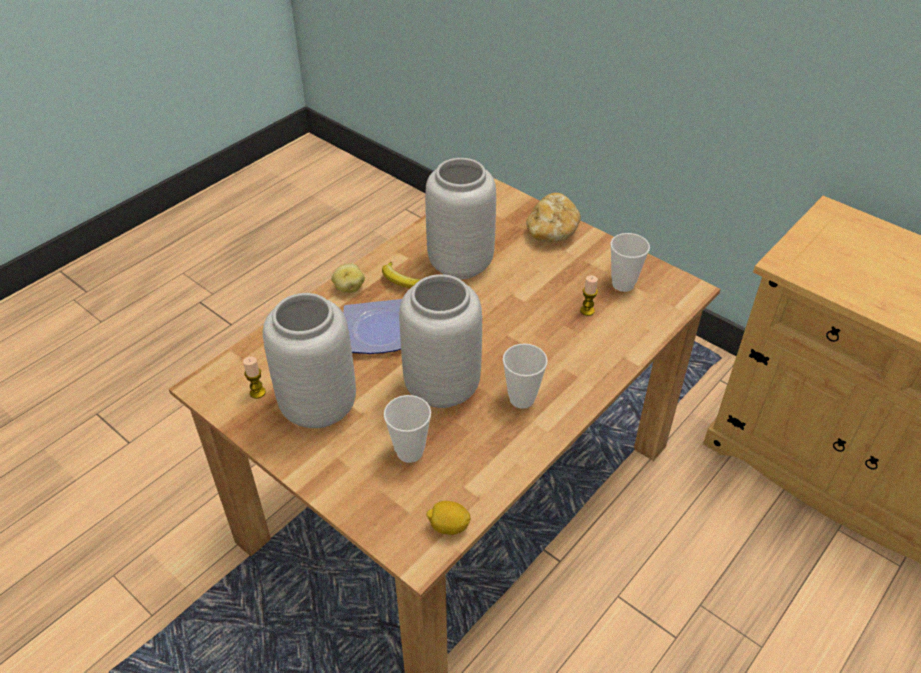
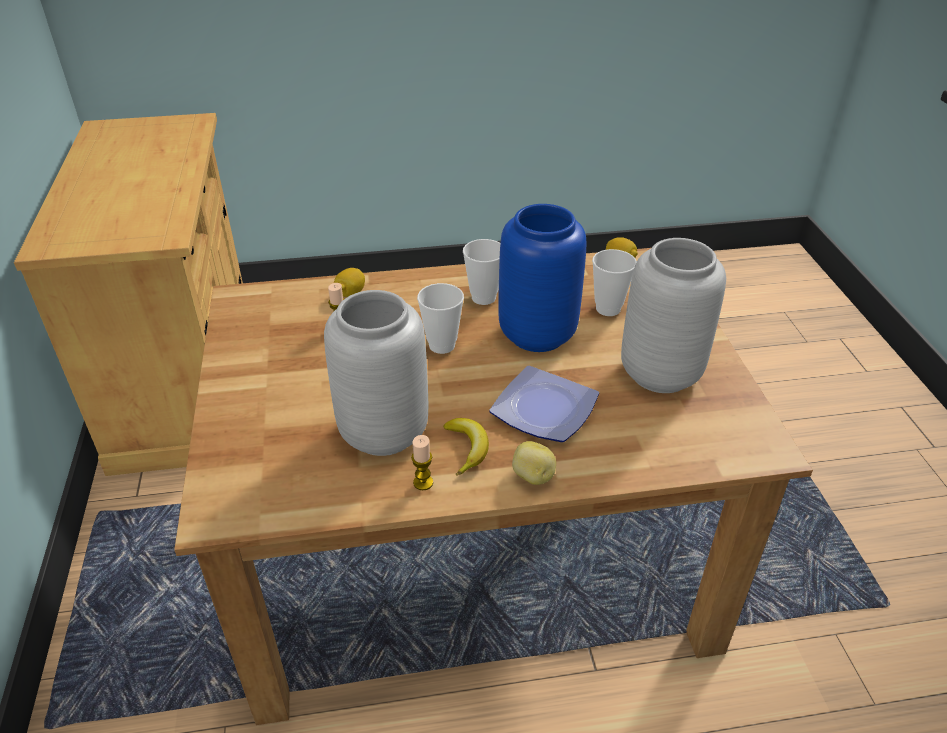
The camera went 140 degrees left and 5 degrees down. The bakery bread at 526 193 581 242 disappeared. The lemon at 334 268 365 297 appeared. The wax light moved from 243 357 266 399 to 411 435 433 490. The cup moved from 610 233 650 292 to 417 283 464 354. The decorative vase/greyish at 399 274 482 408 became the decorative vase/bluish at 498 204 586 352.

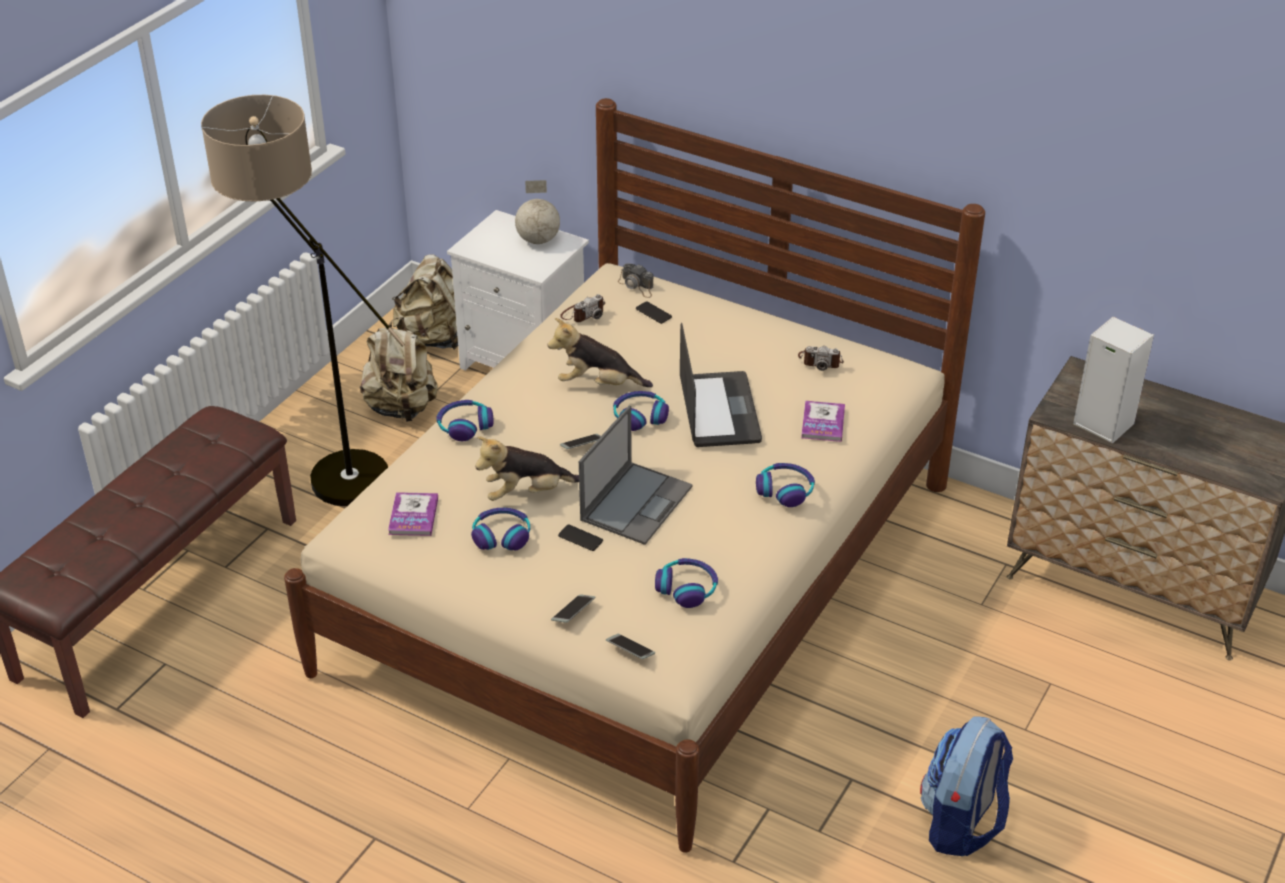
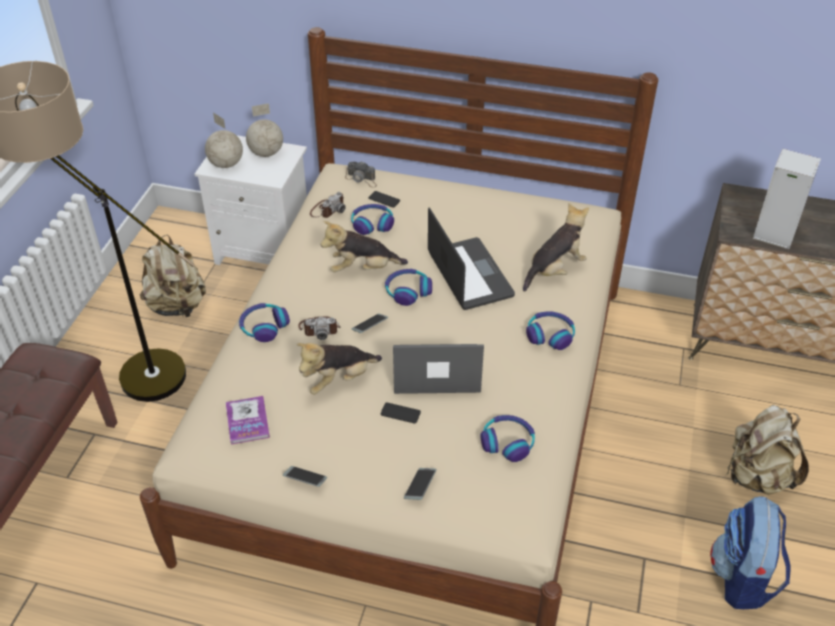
The camera went 15 degrees left and 5 degrees up. The desk globe at 205 113 243 168 appeared. The backpack/beige moved from 392 254 458 350 to 726 405 809 495. The headset moved from 471 508 530 550 to 351 204 394 235. The phone moved from 606 634 655 659 to 283 466 327 487. The still camera moved from 798 346 844 371 to 298 316 341 340. The volume at 801 401 845 442 was replaced by the plush toy at 523 203 589 292. The laptop at 579 406 693 545 turned 105 degrees counterclockwise.

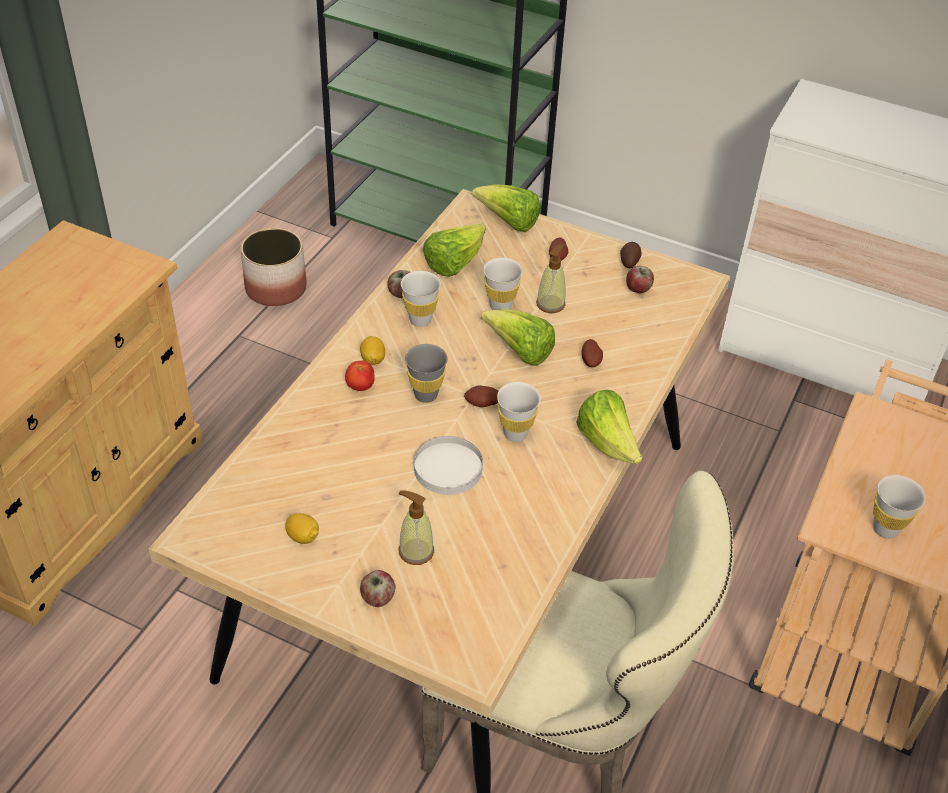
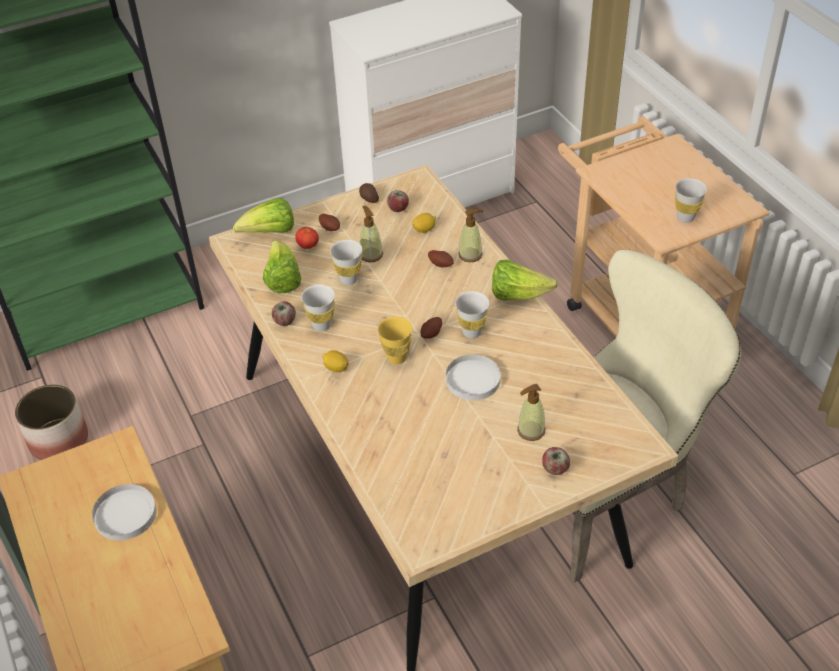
The camera went 50 degrees left and 0 degrees up. The lettuce at 481 309 555 366 disappeared. The dinner plate/whitish at 92 484 157 540 appeared. The soap bottle at 458 209 483 262 appeared. The lemon moved from 285 513 319 544 to 412 213 436 233. The whole tomato moved from 345 361 375 391 to 295 227 319 249. The cup/greyish at 405 344 448 403 became the cup/yellow-coloured at 378 316 412 364.

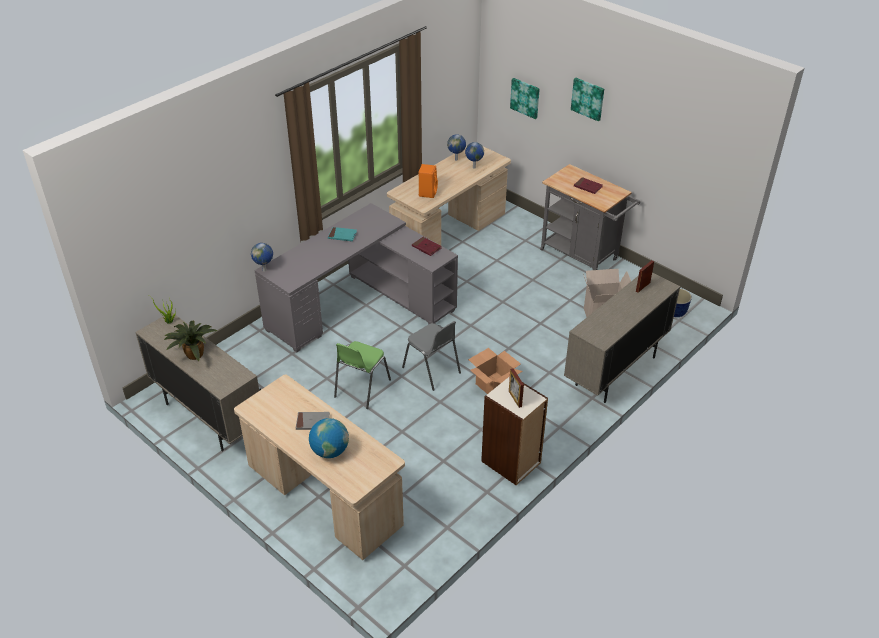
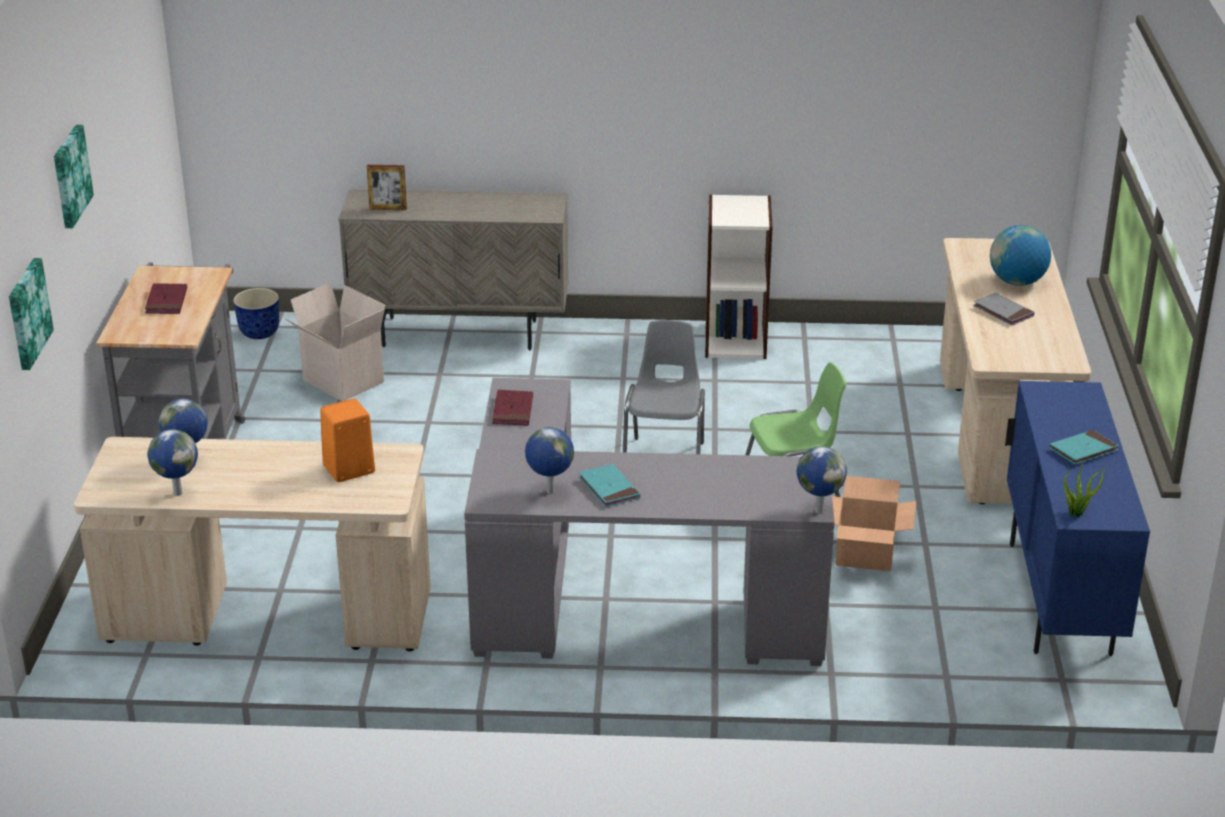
The camera went 130 degrees left and 10 degrees down. The photo frame at 509 368 524 408 disappeared. The desk globe at 525 427 574 494 appeared. The carton moved from 468 348 523 394 to 832 476 916 571. The houseplant at 164 321 217 361 was replaced by the volume/turquoise-coloured at 1049 430 1119 465. The storage cabinet/beige at 135 312 261 451 became the storage cabinet/bluish at 1005 381 1150 656.

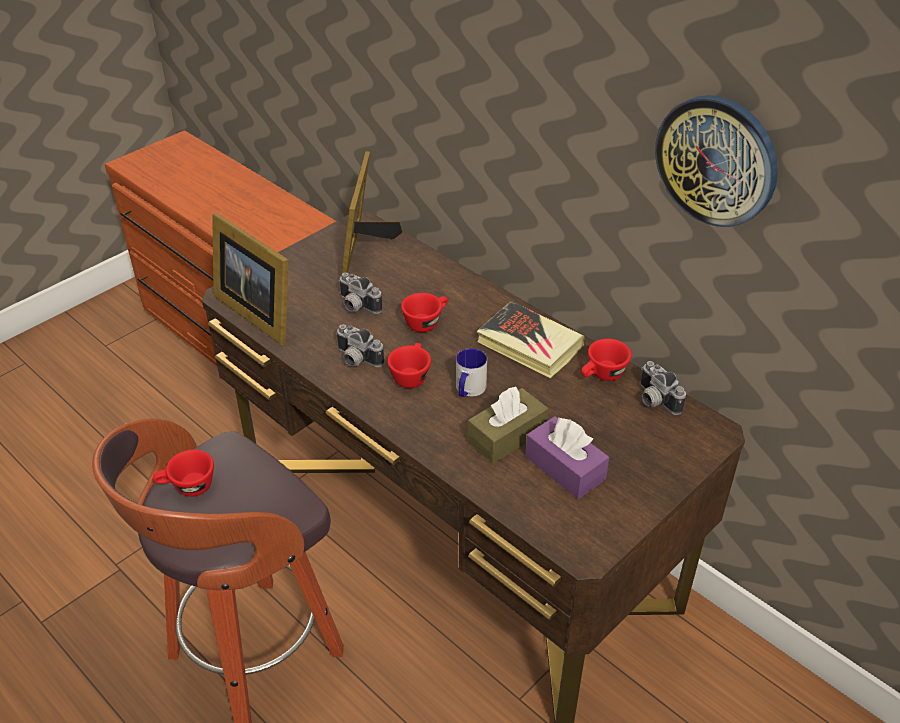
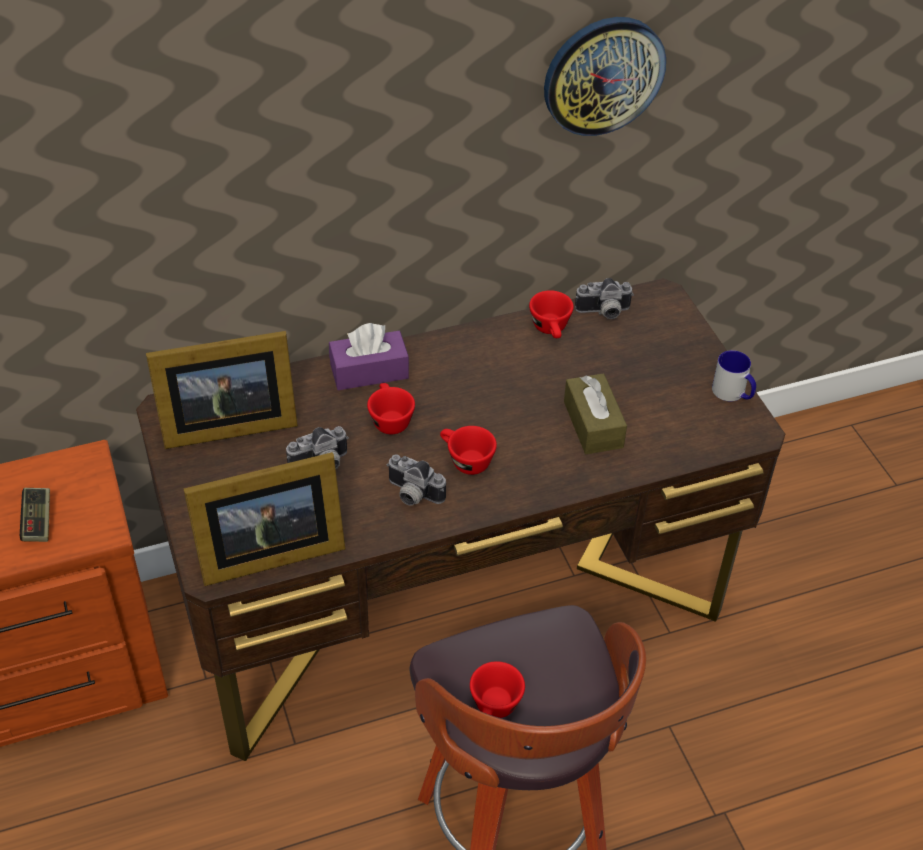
The camera went 65 degrees left and 5 degrees up. The volume at 477 301 584 378 disappeared. The joypad at 20 488 50 542 appeared. The mug moved from 456 348 487 397 to 712 350 756 401. The tissue box/purple-coloured moved from 525 416 609 499 to 329 323 409 390. The still camera at 335 324 384 367 turned 60 degrees clockwise. The photo frame at 341 151 402 276 turned 45 degrees counterclockwise.

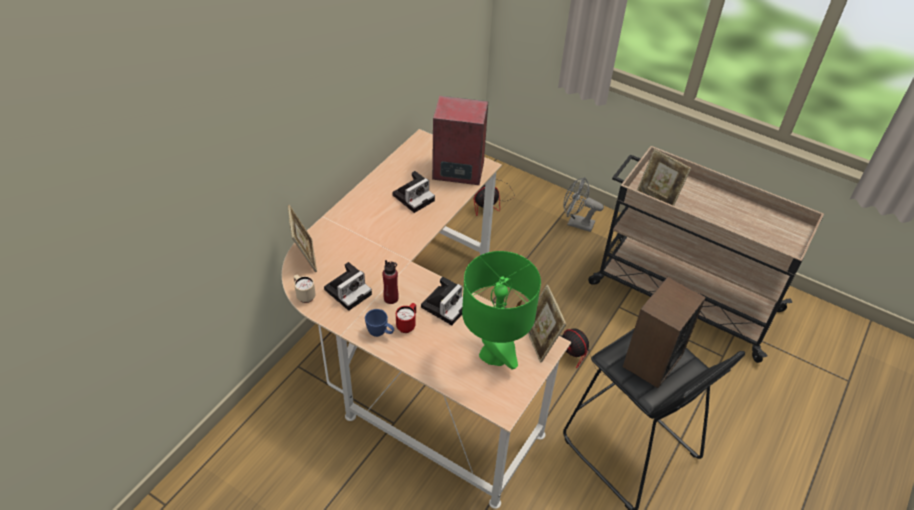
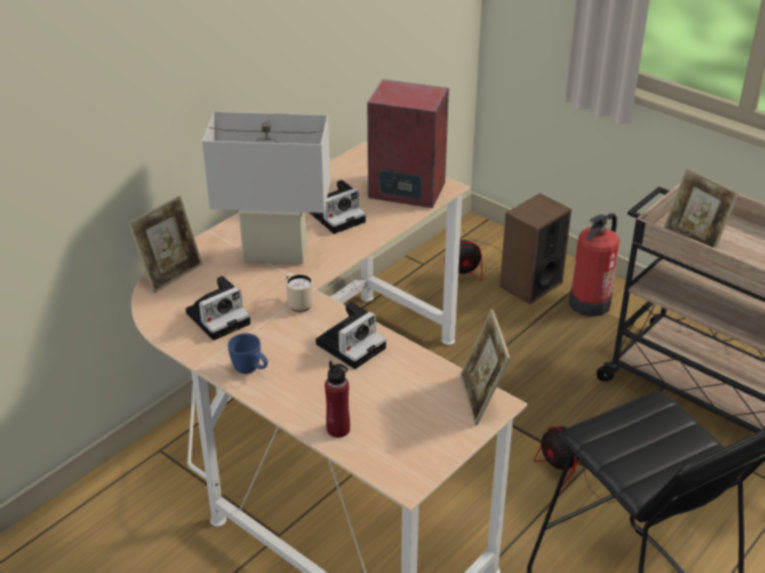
The camera went 10 degrees right and 10 degrees down. The mug/red-coloured at 396 303 416 333 disappeared. The table lamp/greenish at 462 251 541 370 disappeared. The table lamp/whitish at 202 111 330 264 appeared. The mug/beige moved from 294 275 316 303 to 286 272 314 312. The drink bottle/red-coloured moved from 382 260 399 304 to 325 361 350 438. The loudspeaker moved from 623 277 706 388 to 500 193 572 304. The cooling fan/greyish at 563 177 604 232 was replaced by the fire-fighting cylinder at 569 213 620 317. The photo frame at 288 205 317 272 turned 45 degrees clockwise.

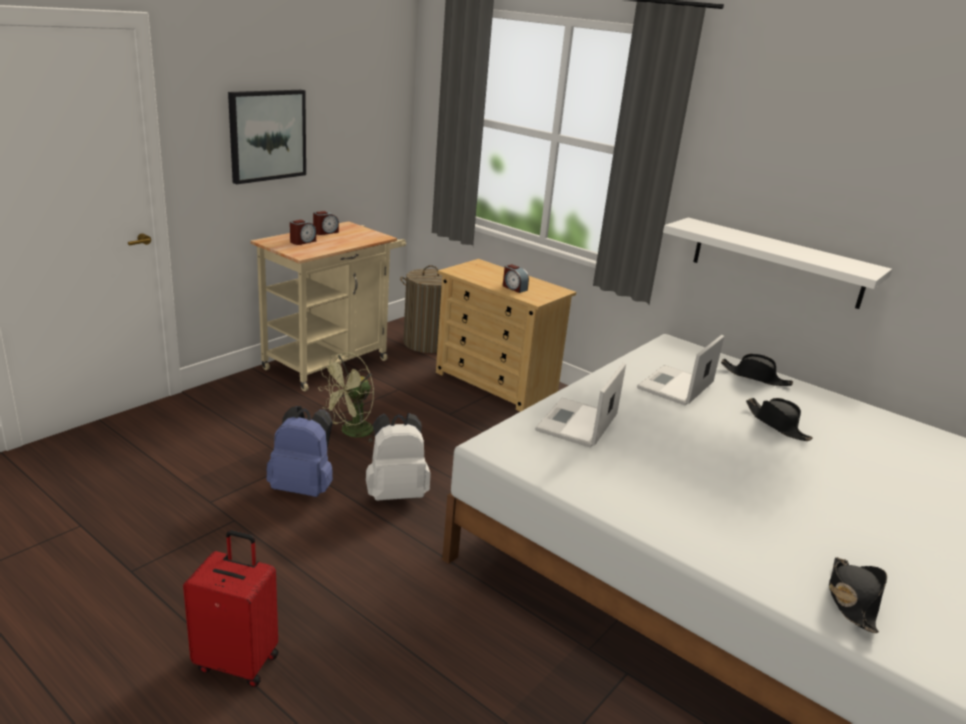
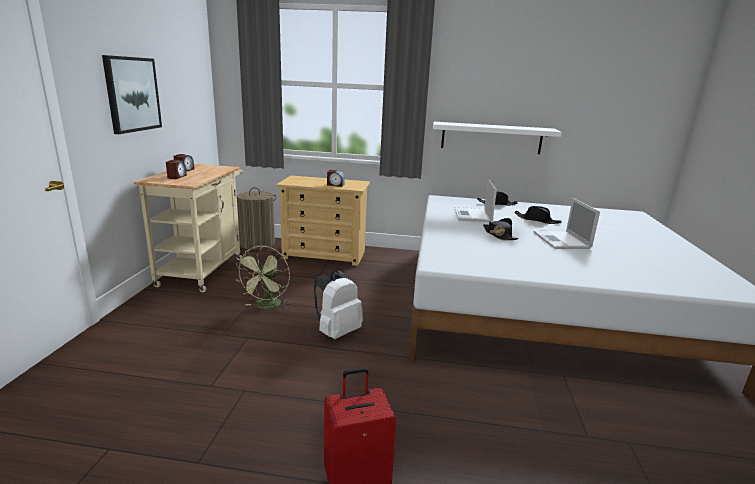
The camera went 30 degrees left and 5 degrees down. The backpack/bluish at 266 406 333 497 disappeared. The laptop moved from 535 362 626 448 to 534 198 600 249. The wearable hat/blackish moved from 829 557 887 633 to 483 218 519 240.

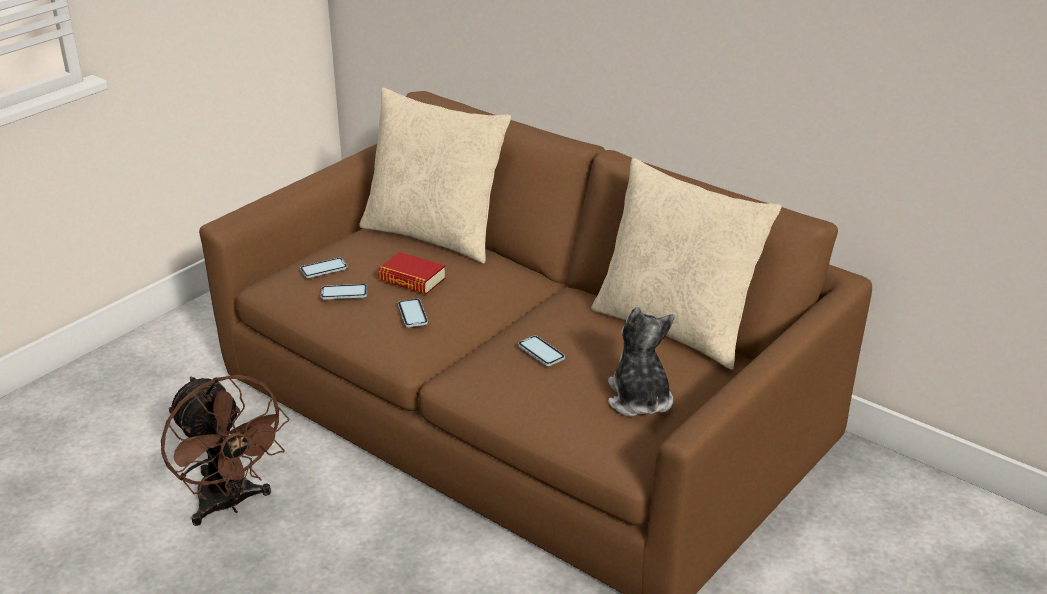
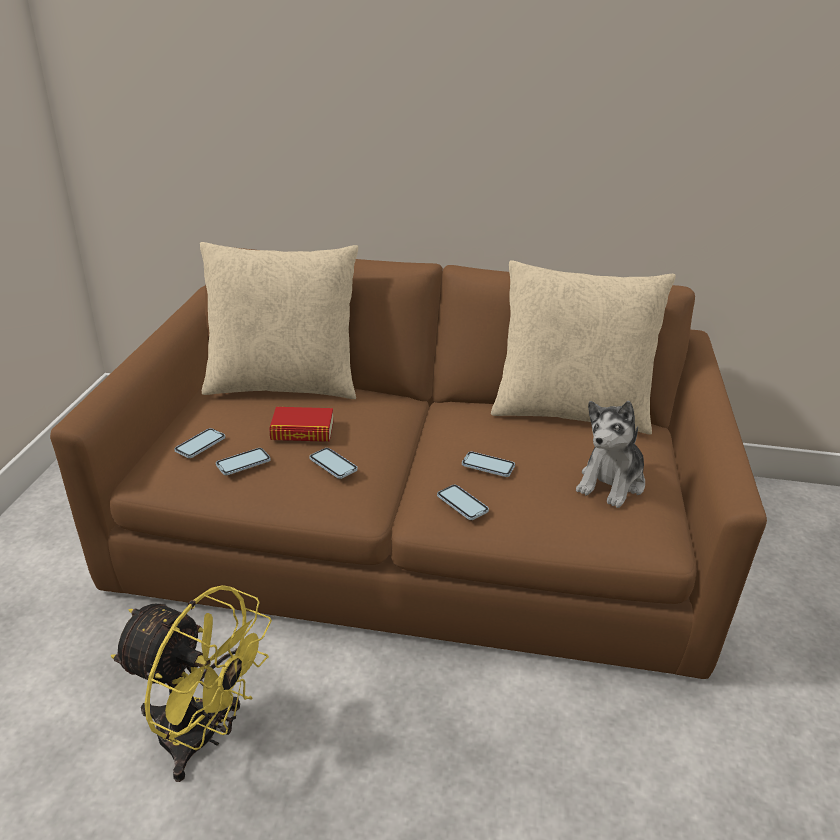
The camera went 30 degrees left and 0 degrees up. The phone at 437 485 489 520 appeared. The cooling fan/brown at 161 375 289 526 became the cooling fan/yellow-coloured at 111 585 272 782. The plush toy at 608 307 674 416 turned 105 degrees counterclockwise.

